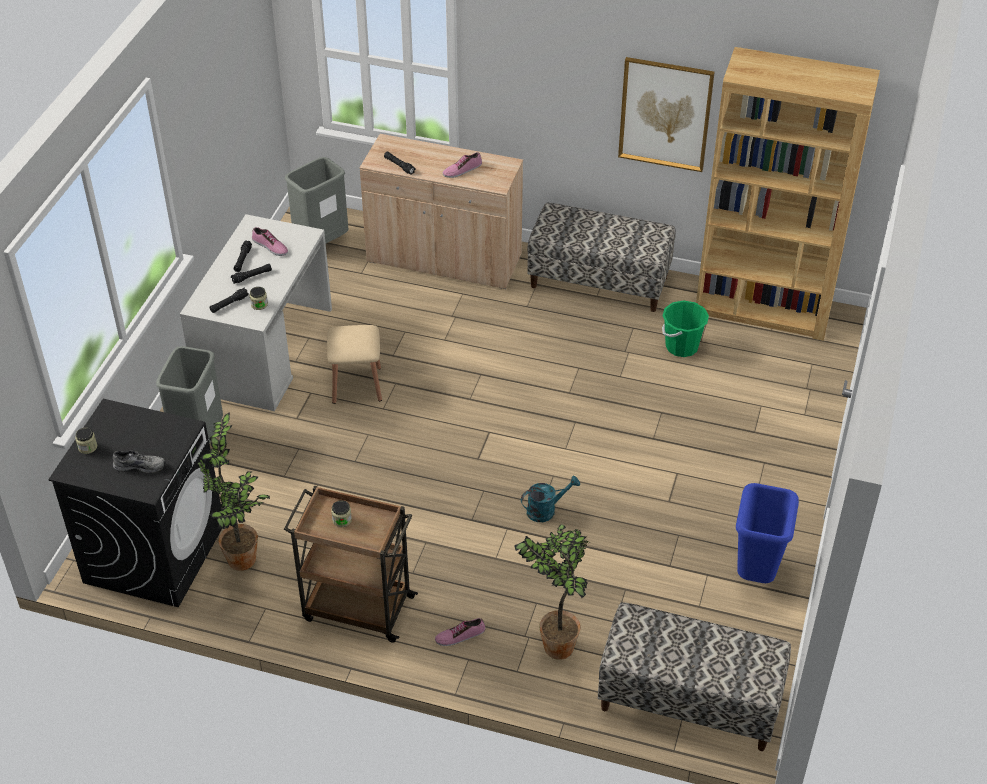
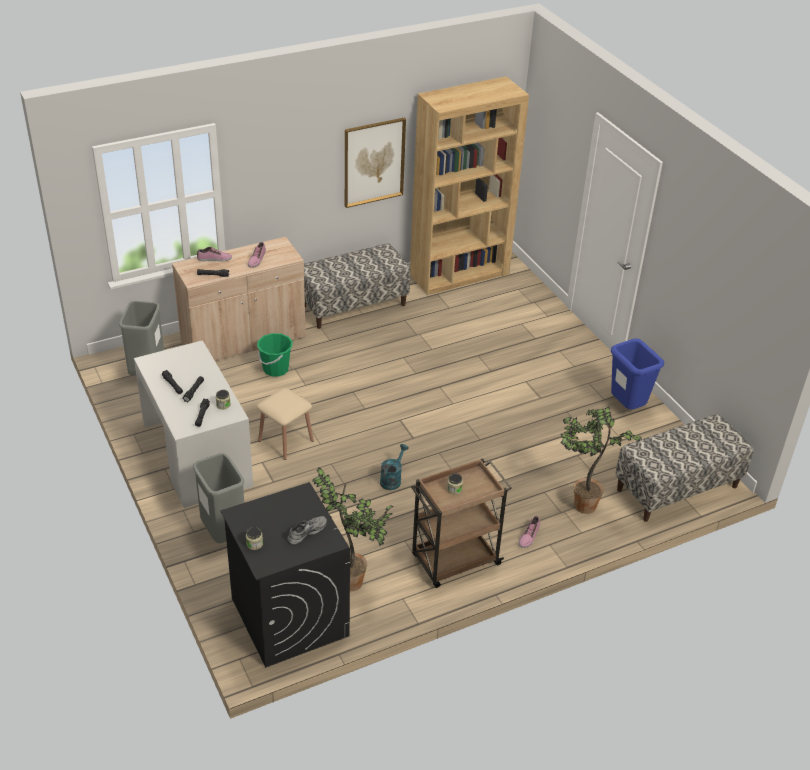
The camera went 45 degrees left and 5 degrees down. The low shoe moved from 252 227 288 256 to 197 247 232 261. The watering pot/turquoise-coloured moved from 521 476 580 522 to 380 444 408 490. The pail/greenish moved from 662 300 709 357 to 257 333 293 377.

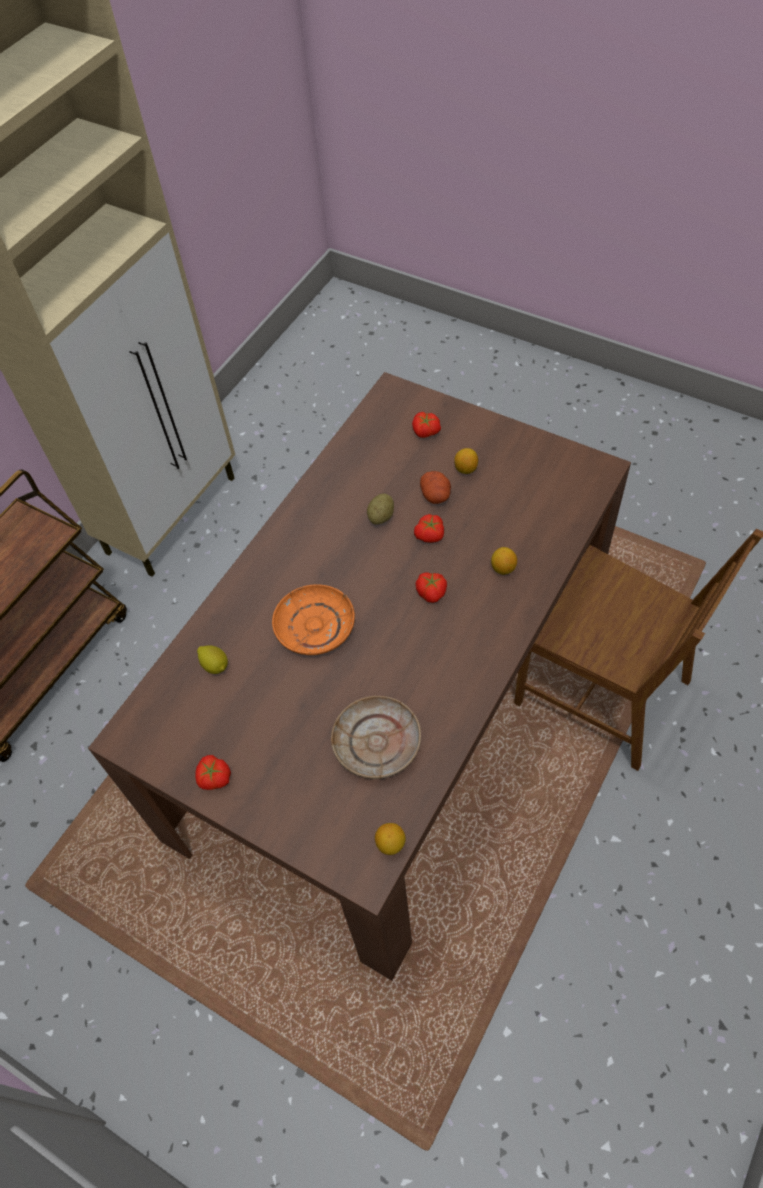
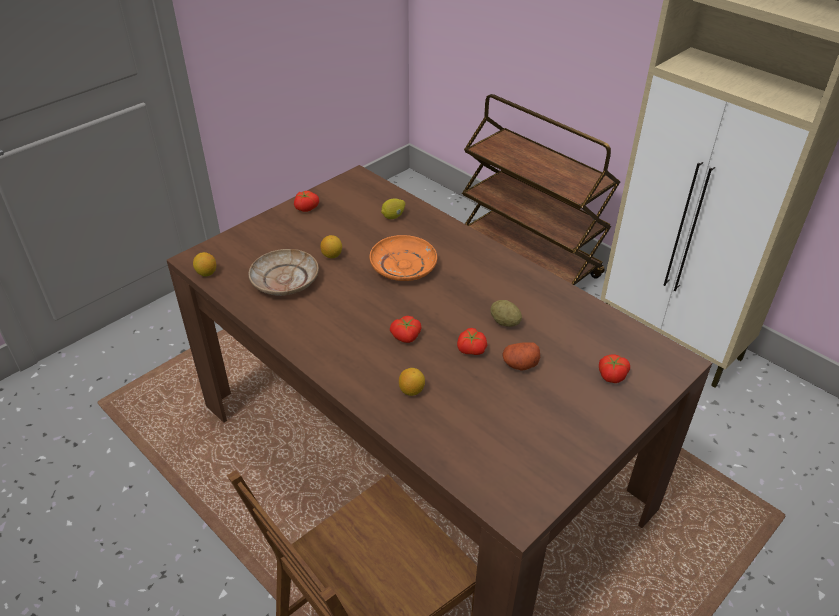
The camera went 100 degrees right and 15 degrees down. The lemon moved from 454 448 478 474 to 320 235 342 258.

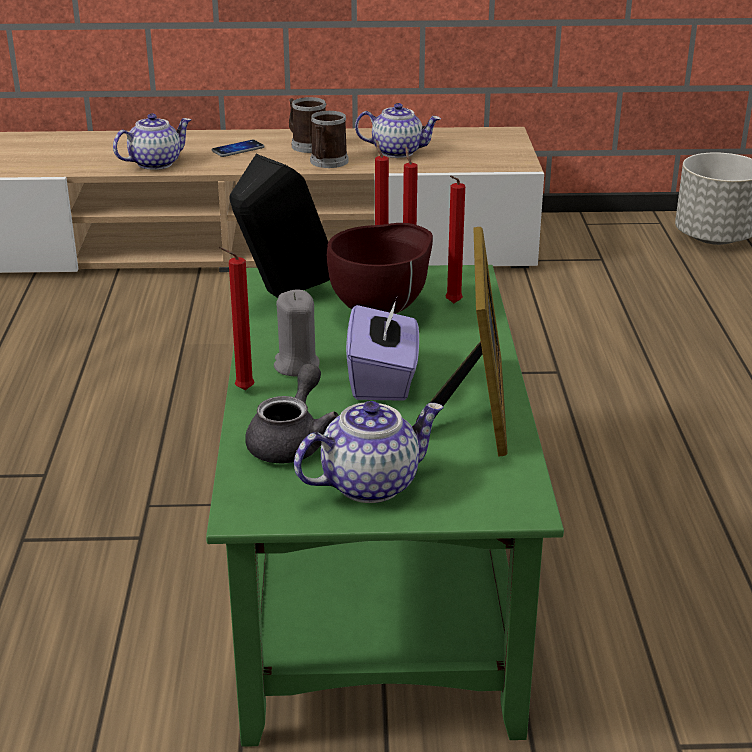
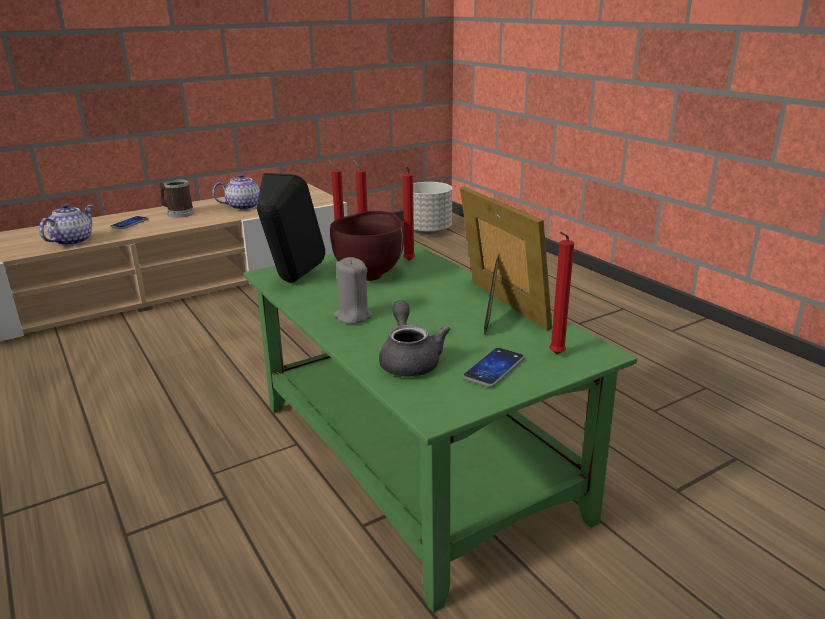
The camera went 30 degrees left and 5 degrees down. The mug at 310 111 349 168 disappeared. The tissue box/purple-coloured at 346 298 419 401 disappeared. The wax light/red-coloured moved from 219 247 254 390 to 549 232 574 354. The tea pot at 294 401 444 503 was replaced by the phone at 462 347 525 388.

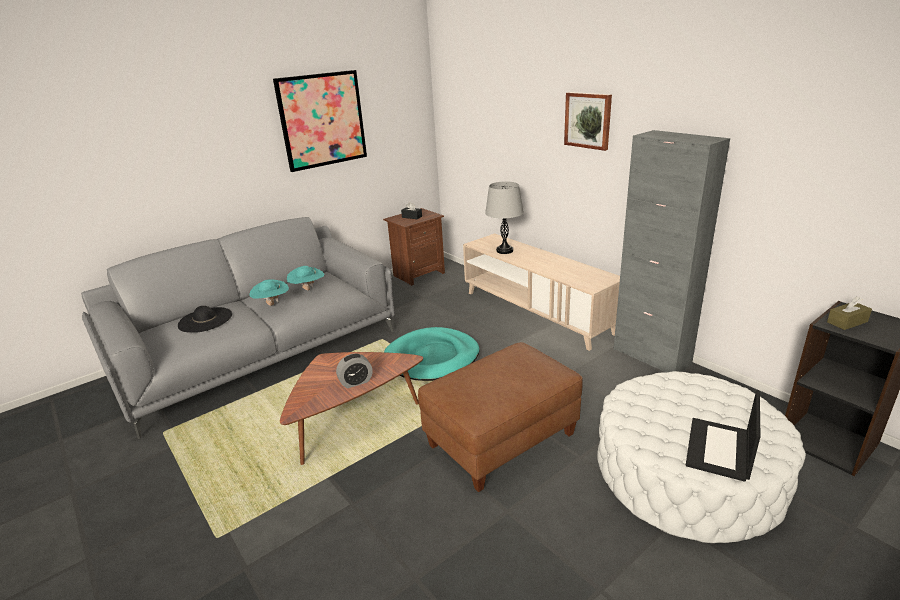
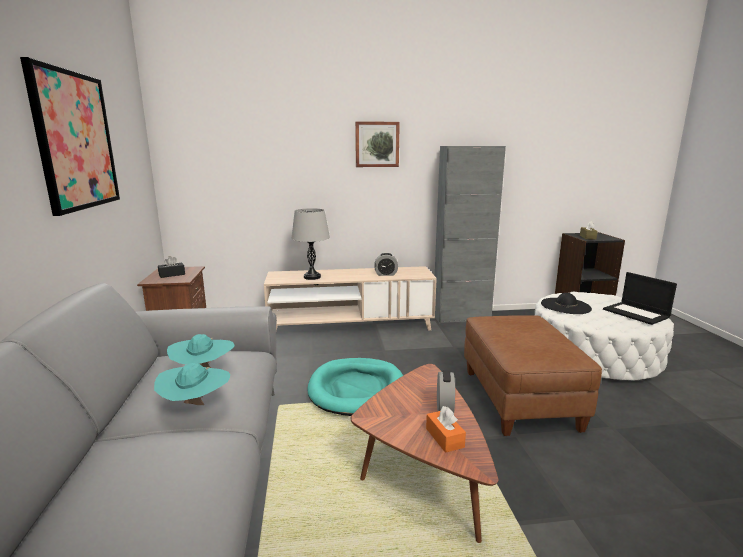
The camera went 60 degrees left and 10 degrees down. The bedside clock at 374 253 398 276 appeared. The tissue box/orange-coloured at 426 406 466 453 appeared. The wearable hat/blackish moved from 178 306 232 333 to 541 293 592 314.

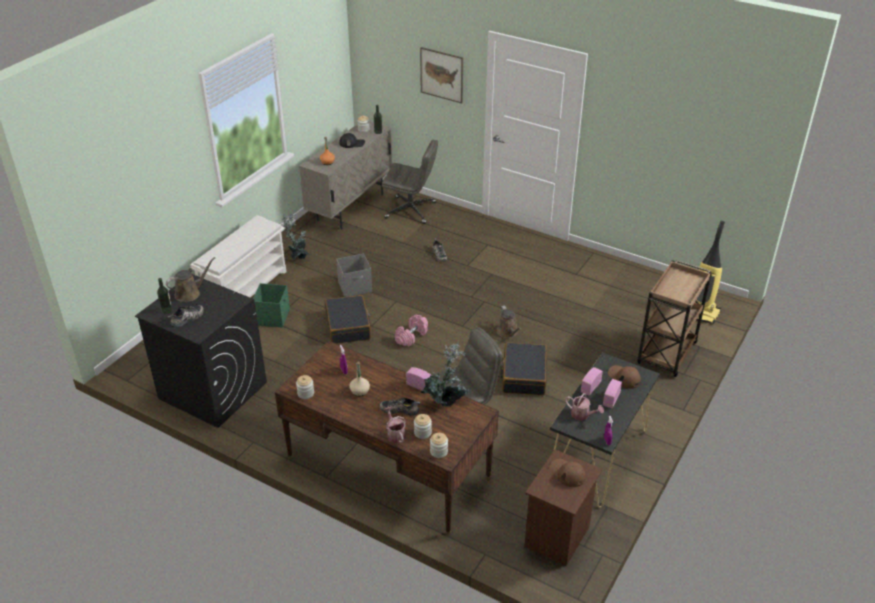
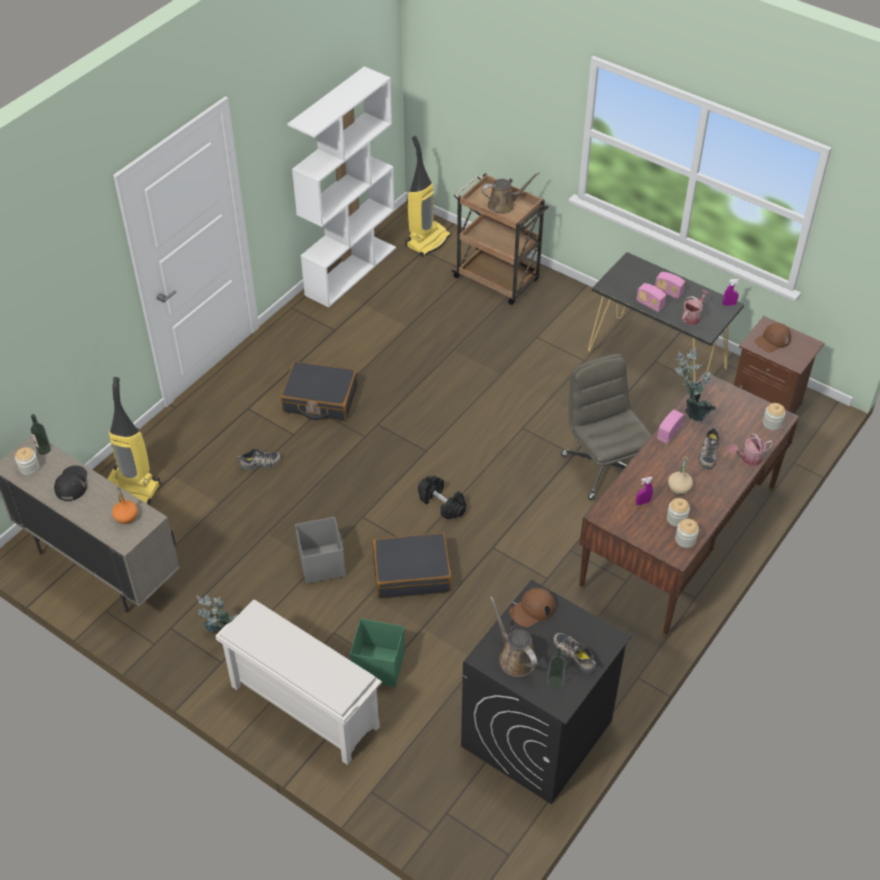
The camera went 85 degrees left and 10 degrees up. The wall picture at 420 47 463 103 disappeared. The bookcase/whitish at 288 66 396 308 appeared. The preserve jar moved from 414 414 432 439 to 667 498 690 527. The watering pot/brown moved from 497 306 521 338 to 482 172 540 214. The piece of luggage/blackish moved from 500 342 547 395 to 281 361 357 421. The peaked cap/brown moved from 608 365 641 389 to 509 588 555 627. The computer chair/greyish at 382 140 438 224 was replaced by the vacuum cleaner at 108 377 161 505. The dumbbell/pink-coloured at 395 315 428 346 became the dumbbell/blackish at 418 476 466 519.

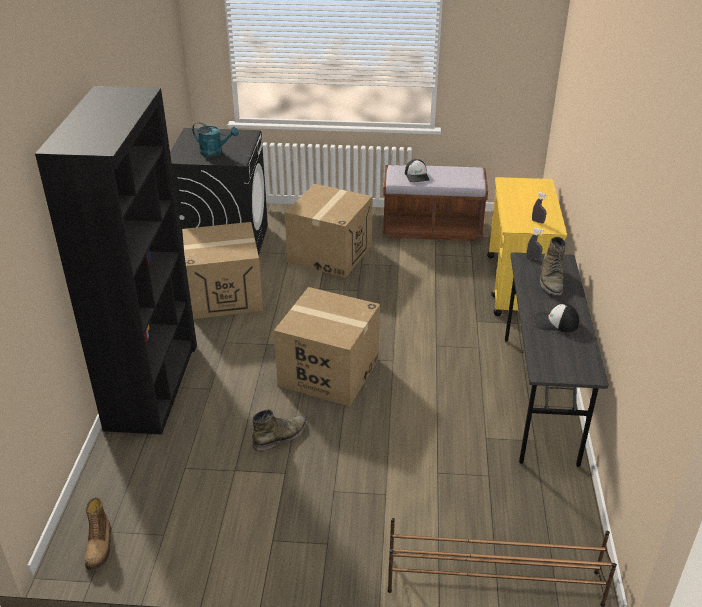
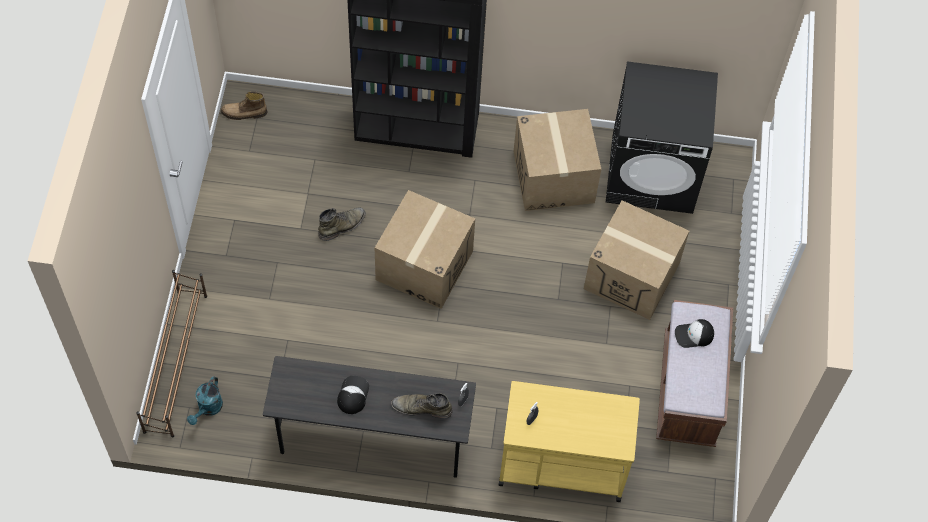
The camera went 90 degrees right and 25 degrees up. The watering pot/turquoise-coloured moved from 192 122 239 156 to 187 376 223 425. The high-top boot/greenish at 252 409 307 452 turned 90 degrees counterclockwise.

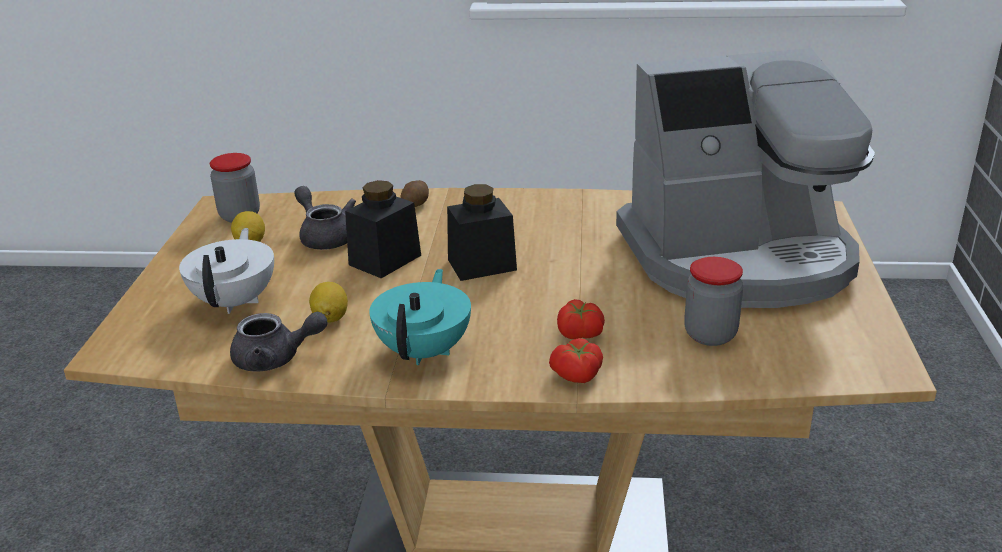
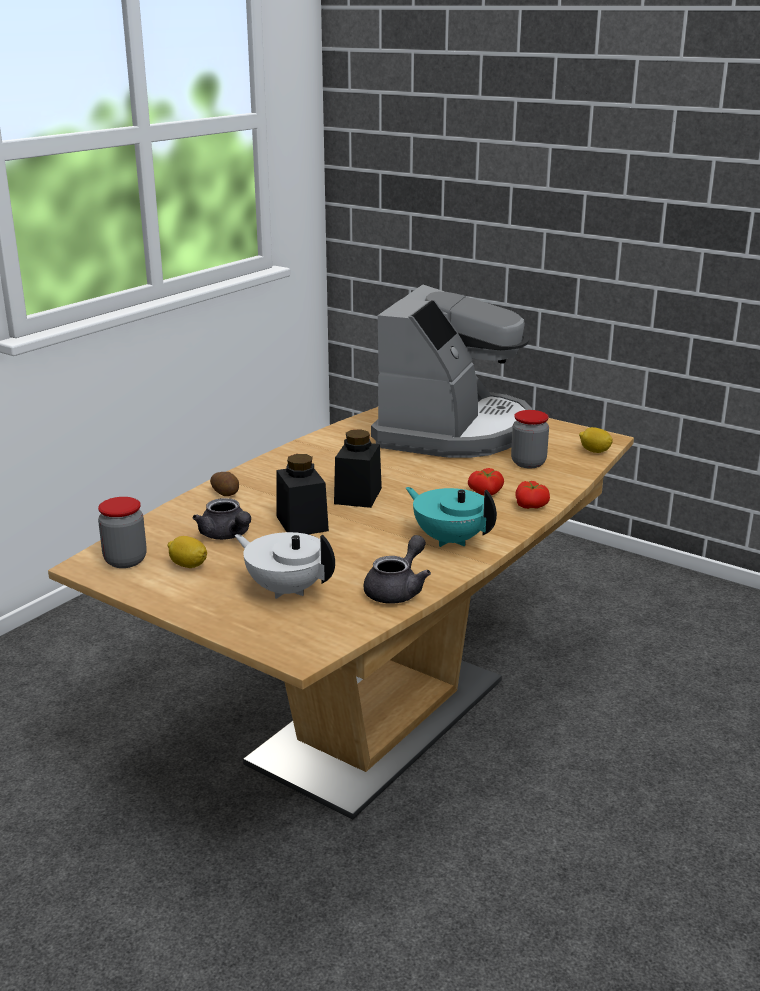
The camera went 60 degrees left and 5 degrees down. The lemon moved from 309 282 348 323 to 579 427 613 453. The tea pot/greyish at 294 186 356 250 turned 120 degrees counterclockwise.

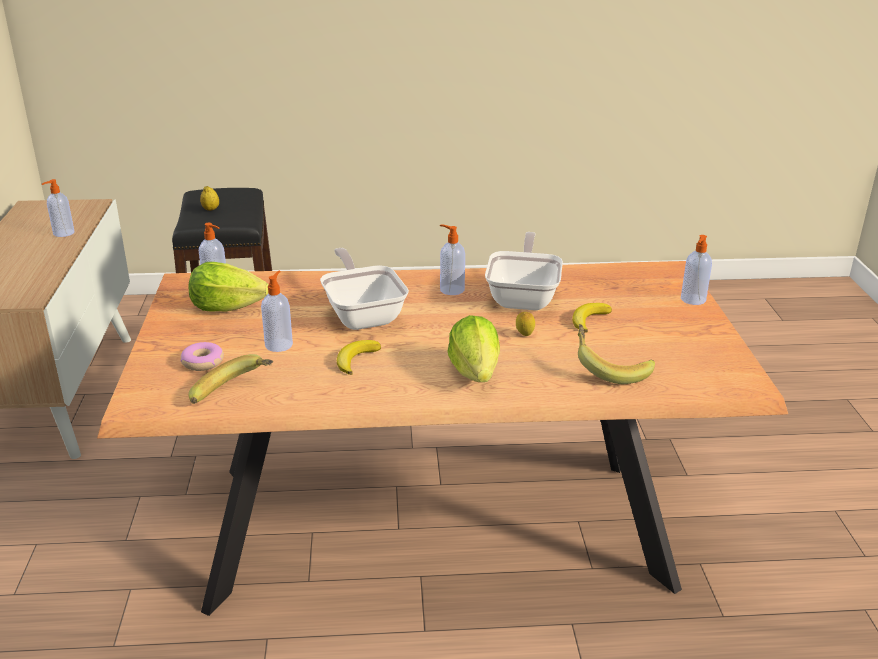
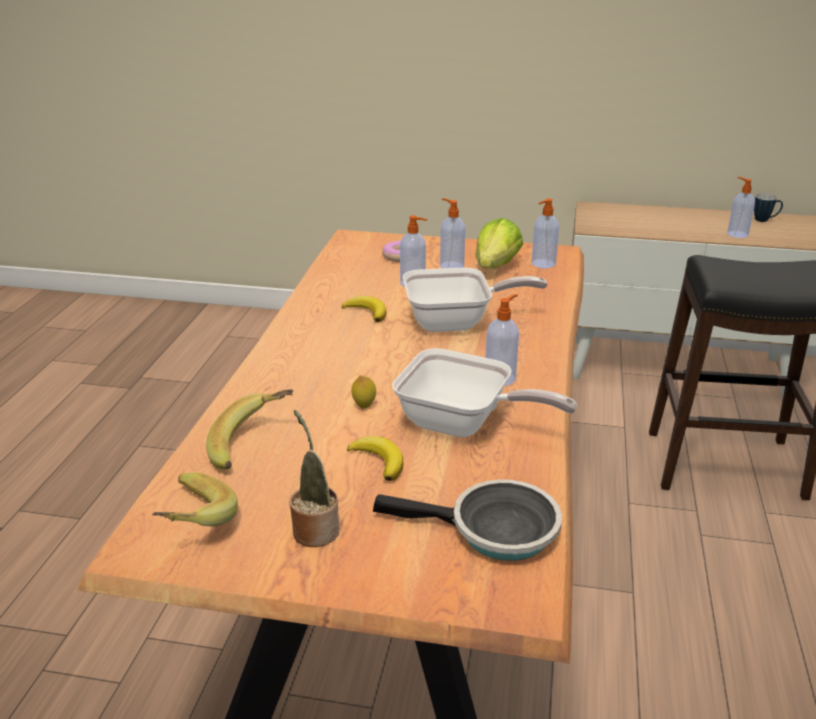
The camera went 105 degrees right and 0 degrees up. The lemon at 200 186 219 211 disappeared. The lettuce at 448 315 500 382 disappeared. The houseplant at 289 410 339 547 appeared. The pan at 373 479 562 561 appeared. The mug at 754 194 783 222 appeared. The banana fruit moved from 188 354 273 404 to 152 473 238 526. The soap bottle moved from 681 235 712 305 to 440 198 466 268.

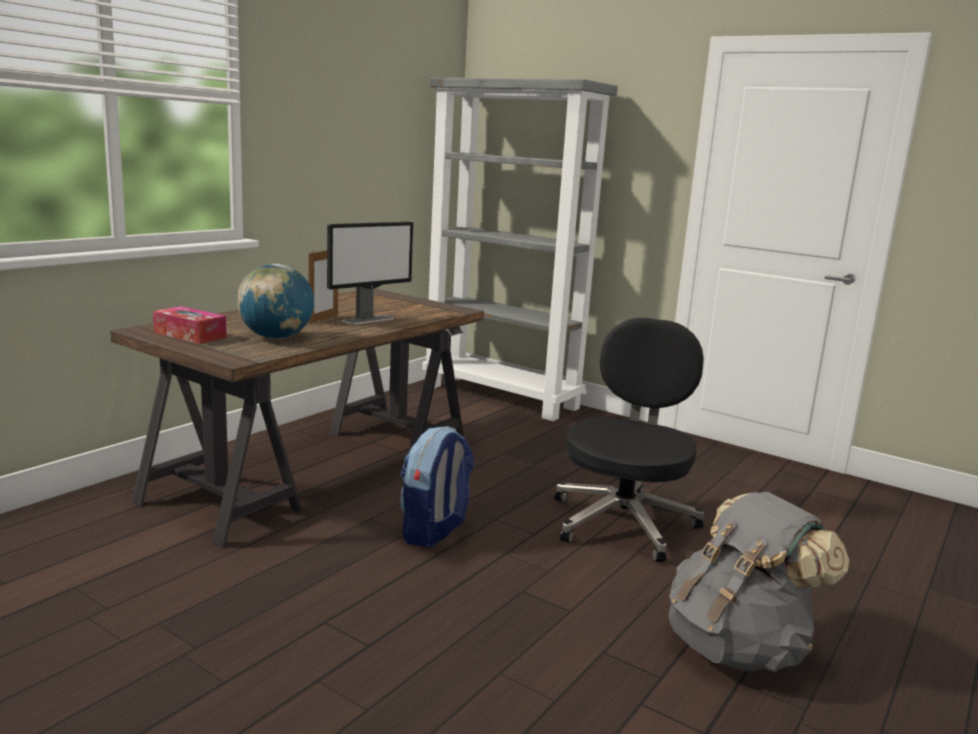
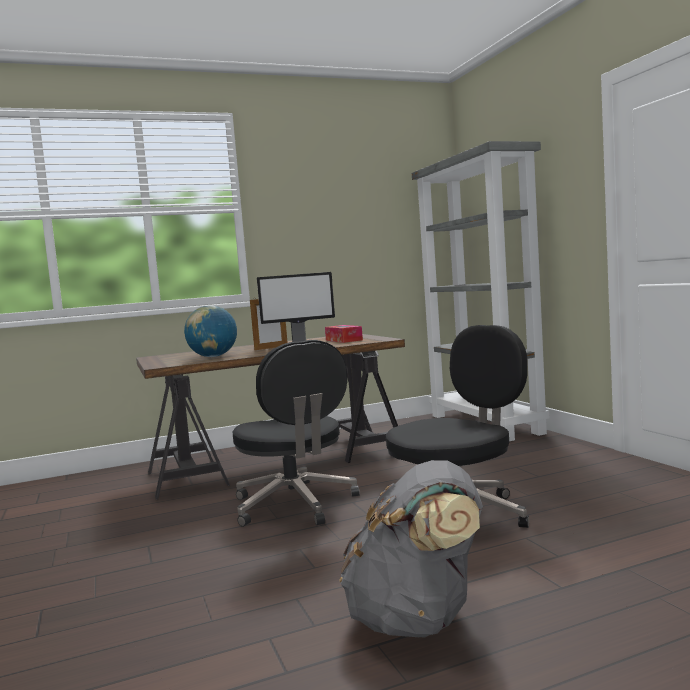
The camera went 35 degrees right and 10 degrees down. The tissue box moved from 153 306 227 344 to 325 325 363 343. The backpack at 400 426 474 547 was replaced by the computer chair/blackish at 233 340 360 527.

